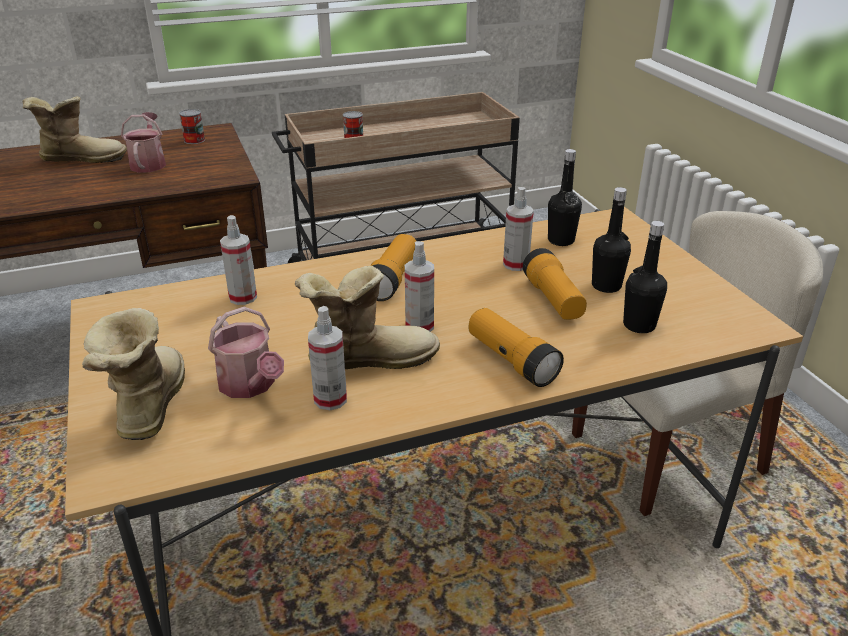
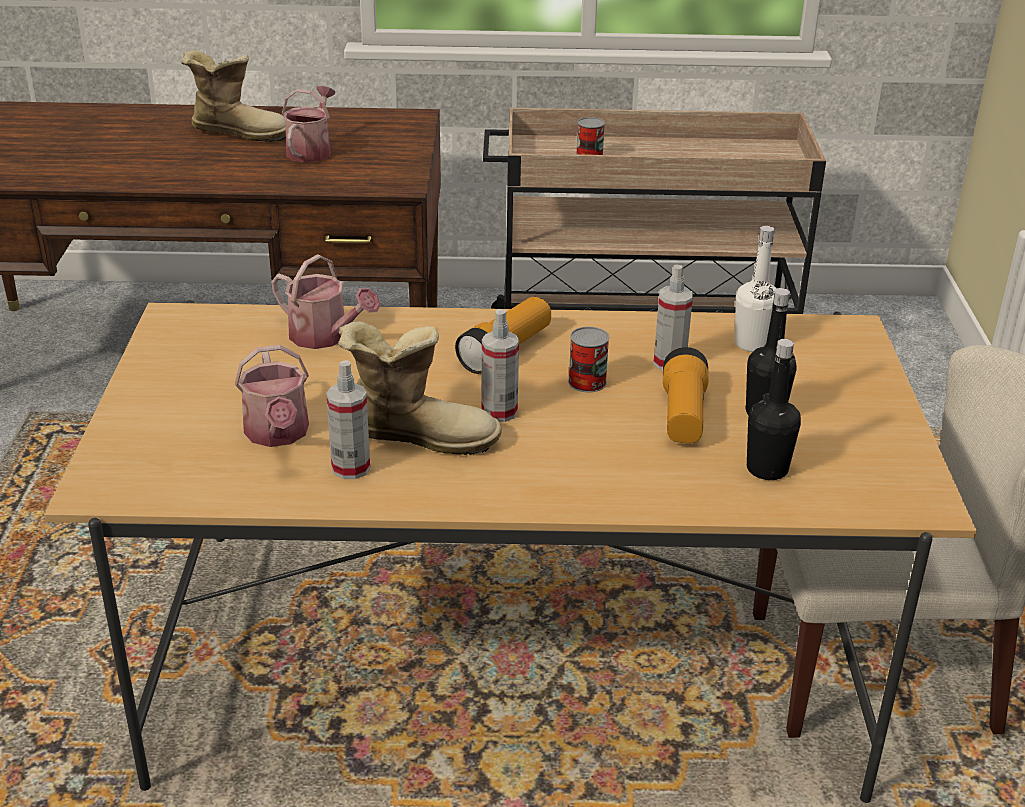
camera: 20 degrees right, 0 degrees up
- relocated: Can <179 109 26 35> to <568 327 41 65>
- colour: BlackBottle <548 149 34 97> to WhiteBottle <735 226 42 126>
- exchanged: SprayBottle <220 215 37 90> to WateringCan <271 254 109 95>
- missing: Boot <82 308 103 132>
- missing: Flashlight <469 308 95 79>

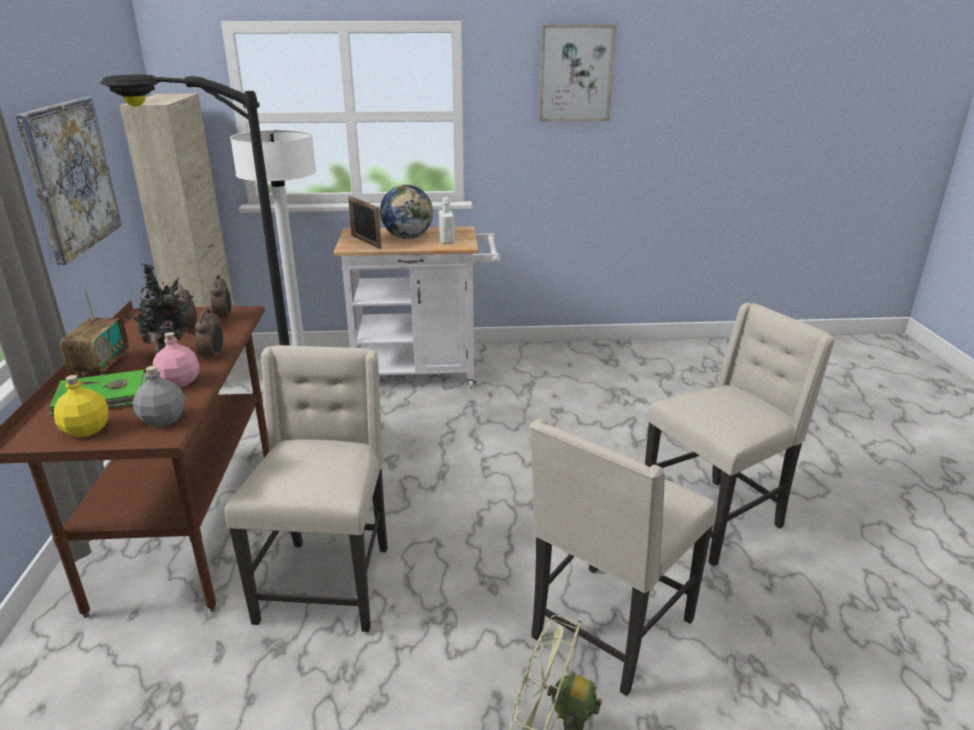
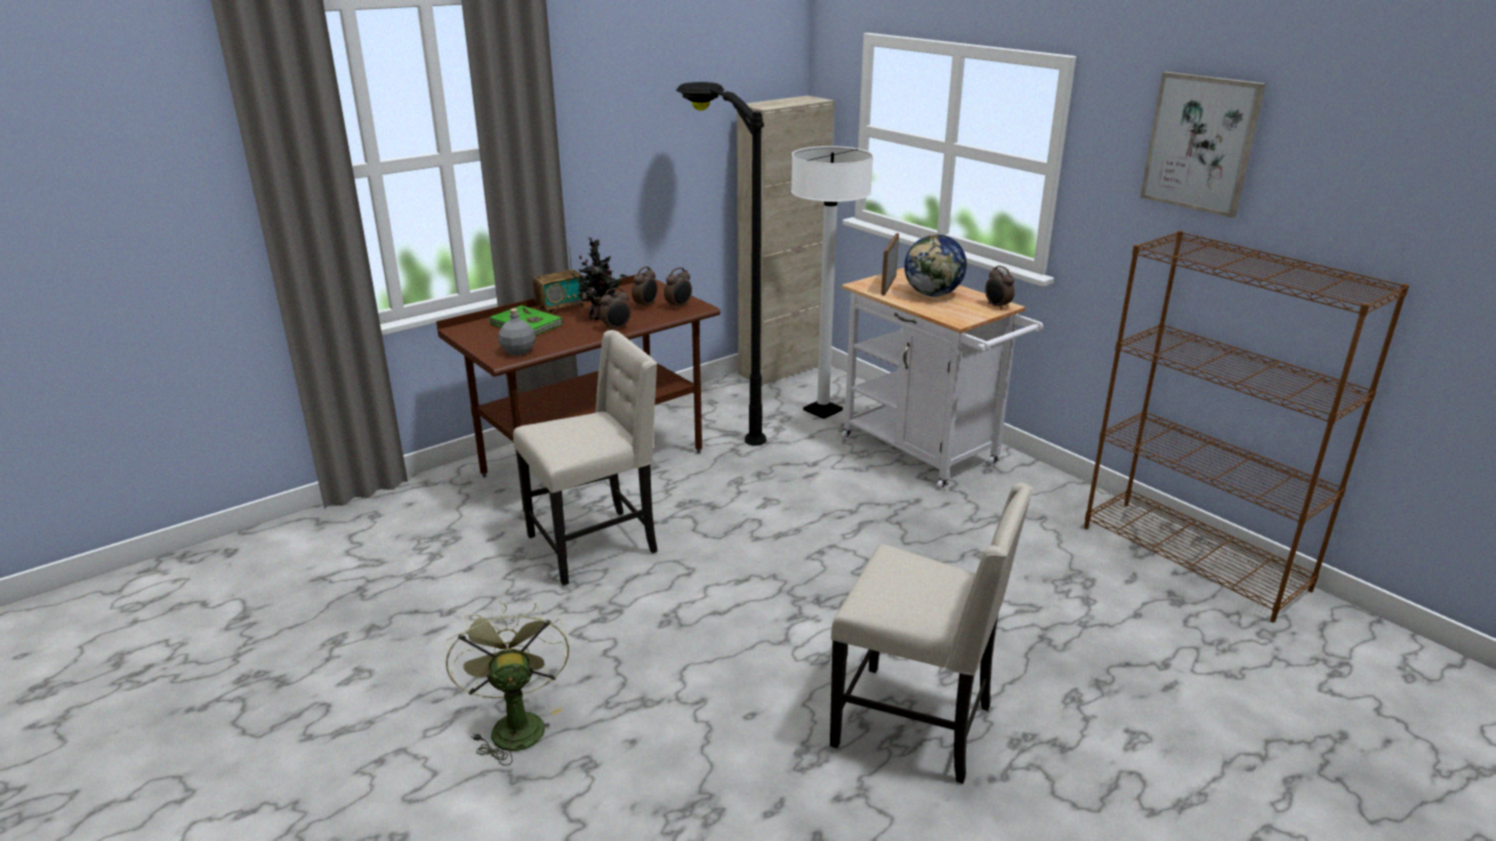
camera: 55 degrees right, 0 degrees up
- missing: Picture <15 97 107 168>
- missing: WhiteBottle <438 197 17 47>
- missing: PinkBottle <153 332 47 56>
- missing: YellowBottle <54 375 54 63>
- missing: BeigeChair <530 419 187 277>
- appeared: BrownBookcase <1084 231 325 391>
- appeared: AlarmClock <985 266 30 44>

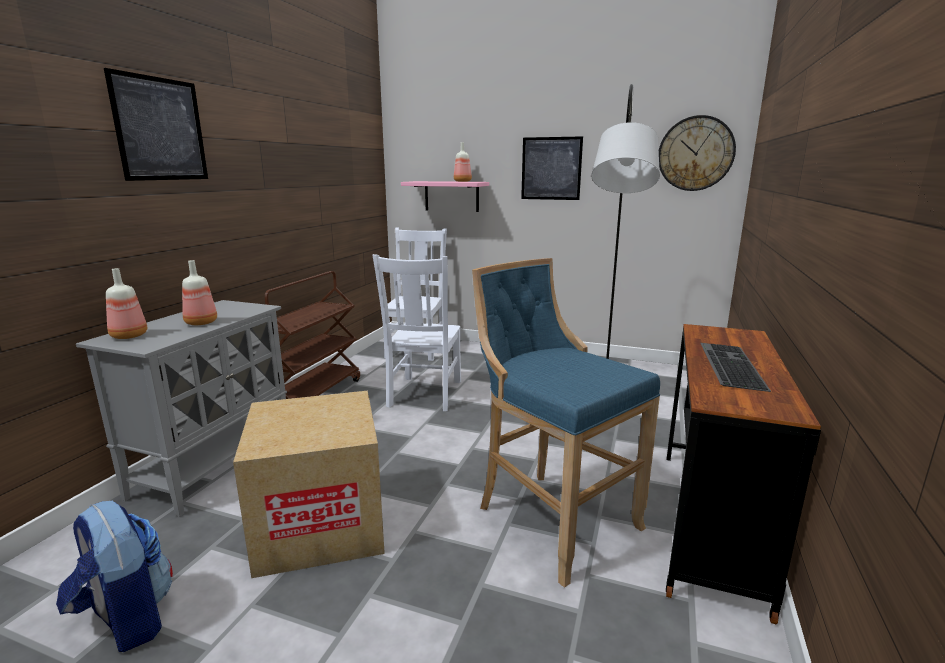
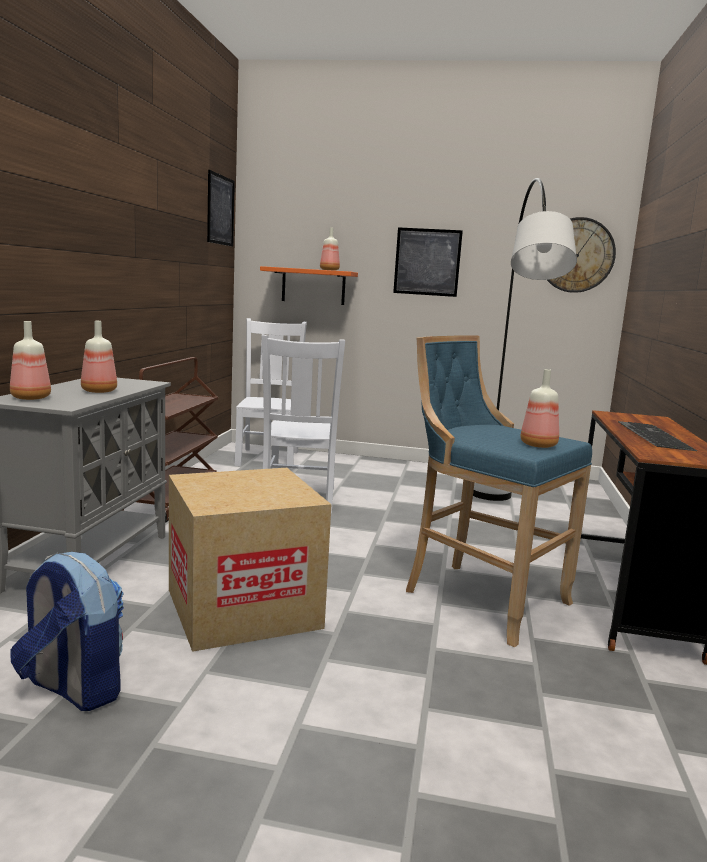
camera: 10 degrees left, 5 degrees down
- relocated: Picture <104 68 104 113> to <207 170 28 77>
- colour: PinkShelf <401 181 88 31> to OrangeShelf <260 266 98 39>
- appeared: Bottle <520 369 39 79>

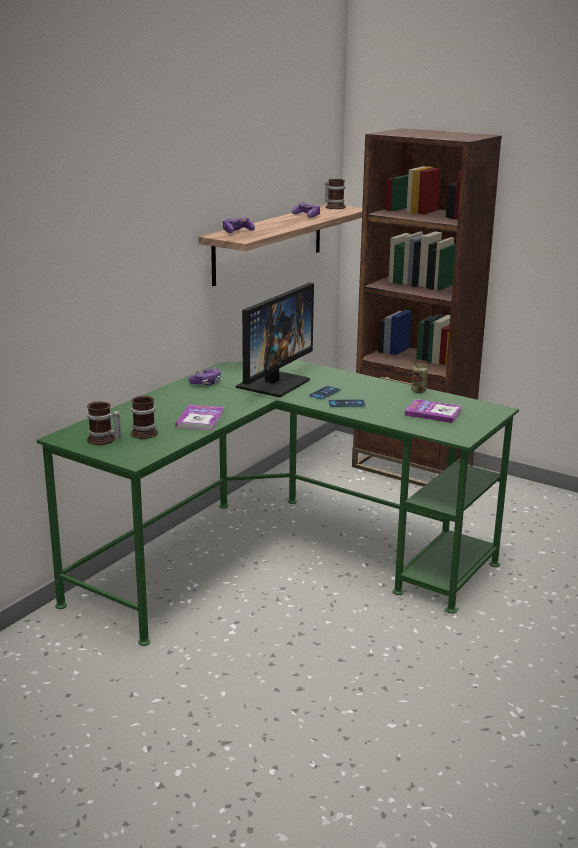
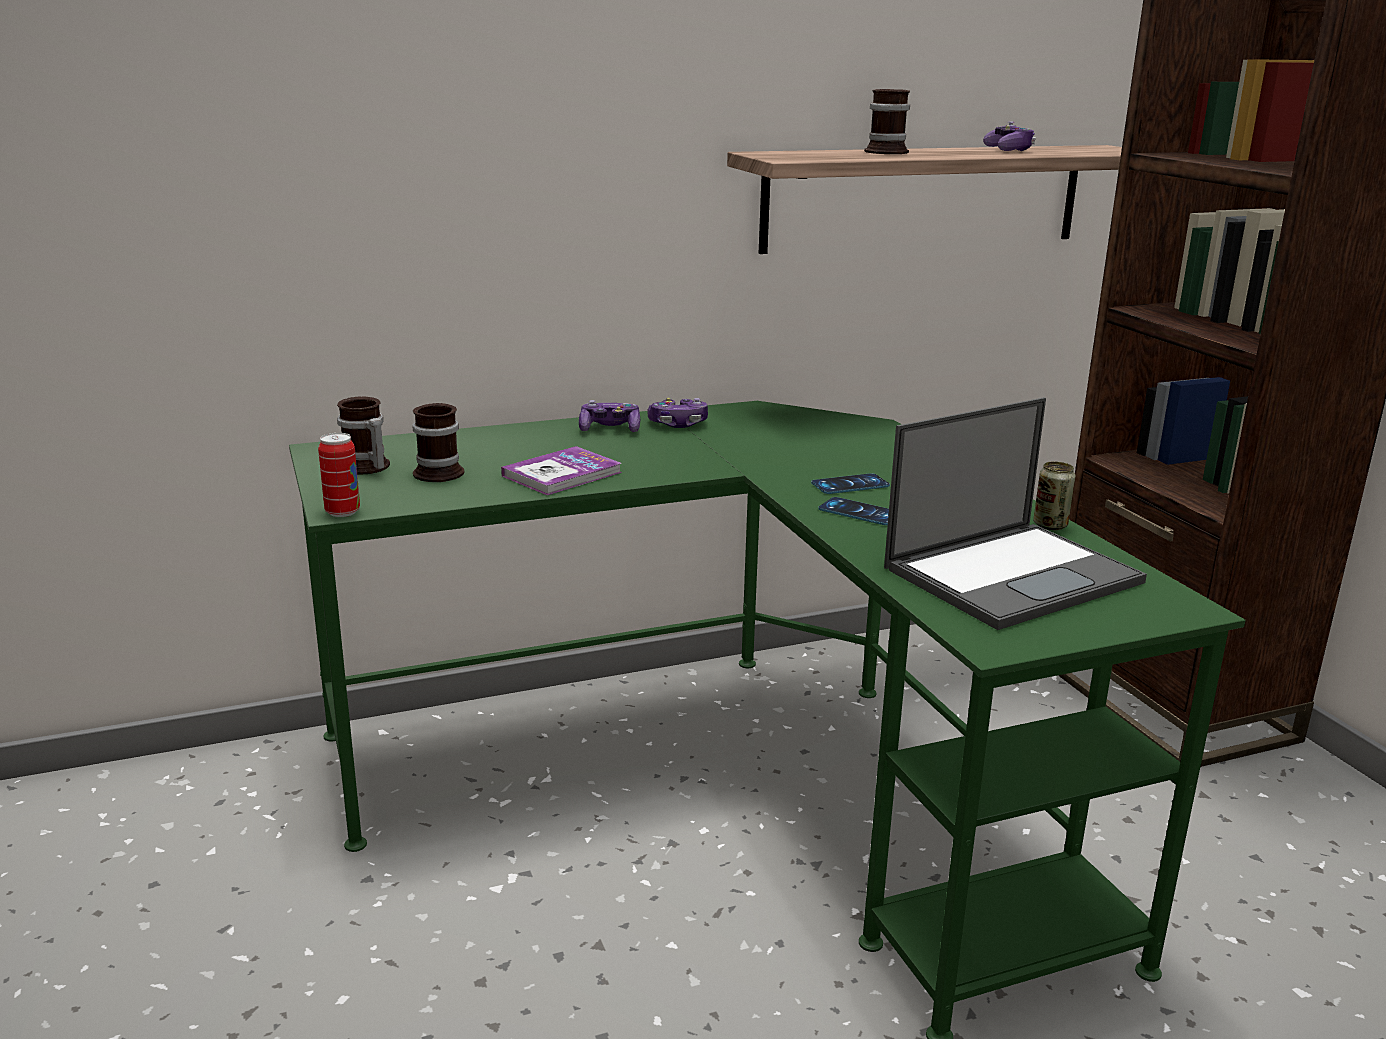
camera: 35 degrees right, 0 degrees up
- relocated: Mug <325 179 21 30> to <864 89 46 65>
- relocated: GameController <223 218 32 15> to <579 400 61 32>
- missing: Monitor <236 283 78 114>
- exchanged: Book <405 399 57 24> to Laptop <884 397 263 233>
- appeared: Can <318 433 42 84>

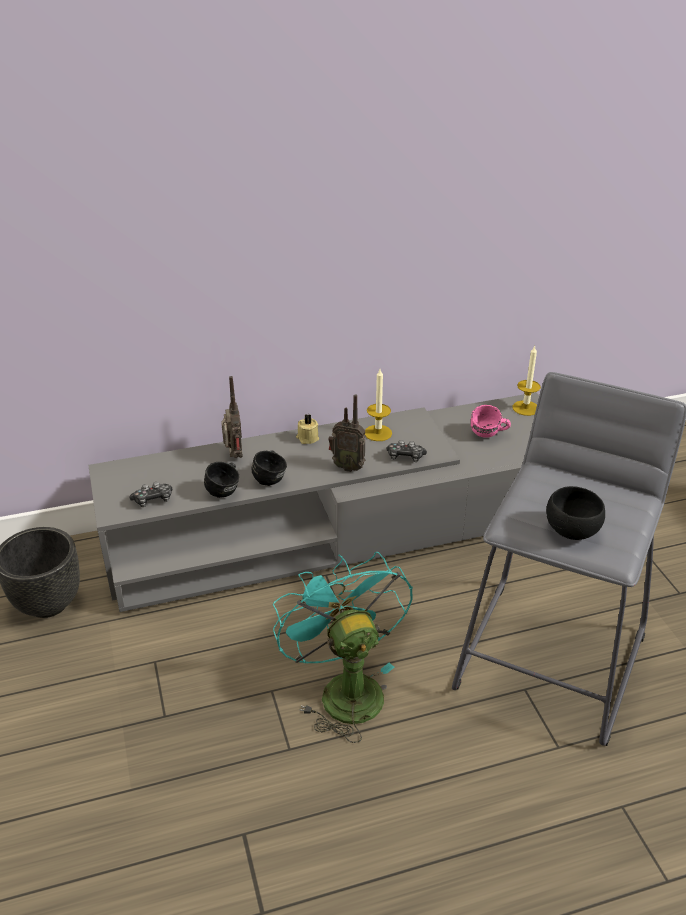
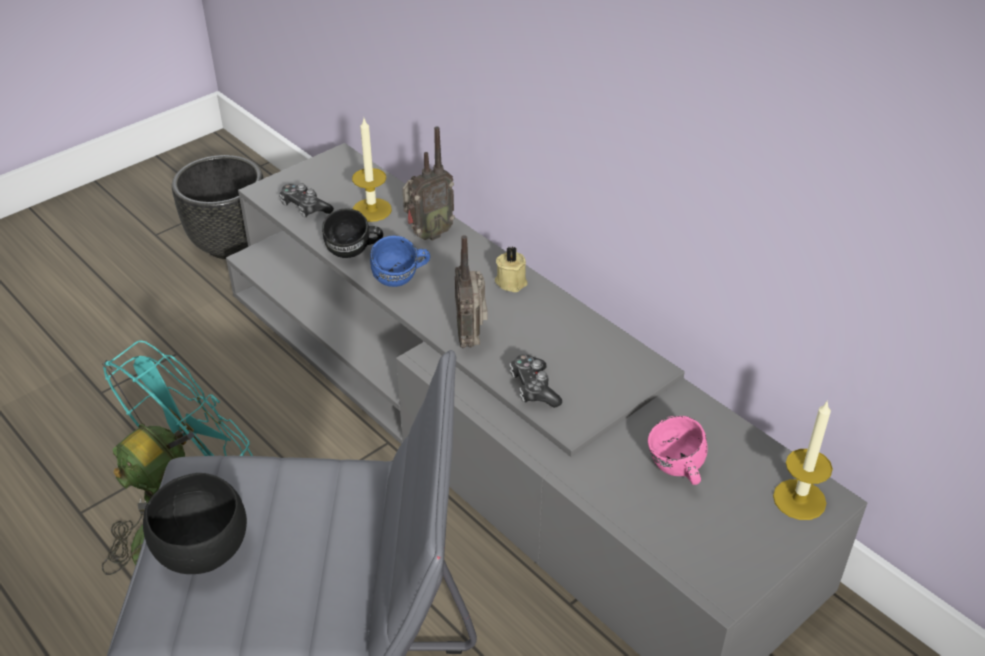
camera: 65 degrees right, 5 degrees up
- relocated: Candle <365 369 27 72> to <352 119 40 103>
- colour: BlackMug <252 450 35 36> to BlueMug <370 236 60 51>

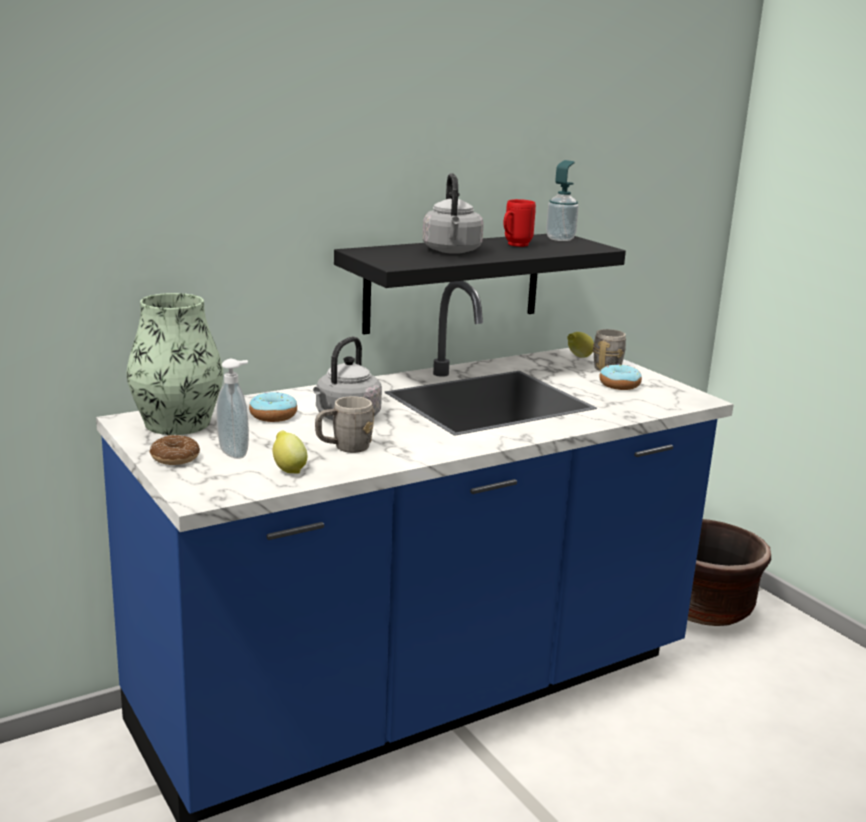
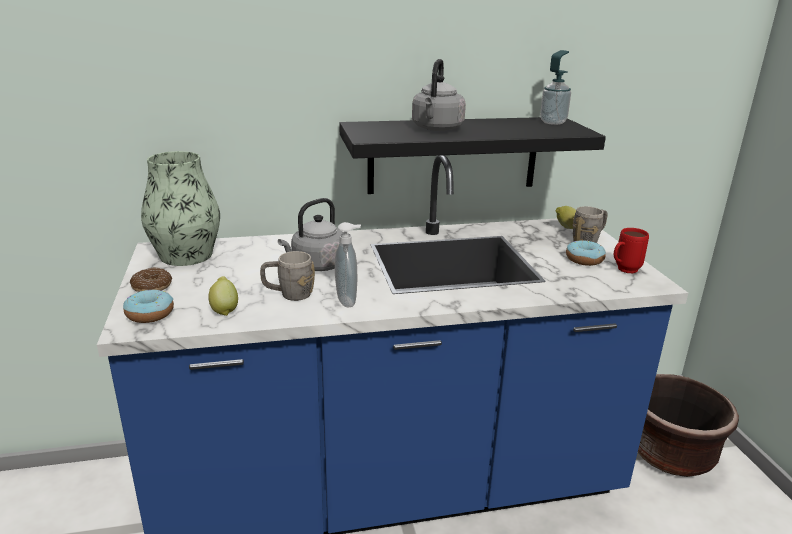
camera: 20 degrees right, 5 degrees up
- relocated: RedMug <503 199 33 48> to <614 228 35 45>
- relocated: SoapDispenser <216 359 33 100> to <335 222 26 85>
- relocated: Donut <249 392 48 30> to <123 290 51 33>

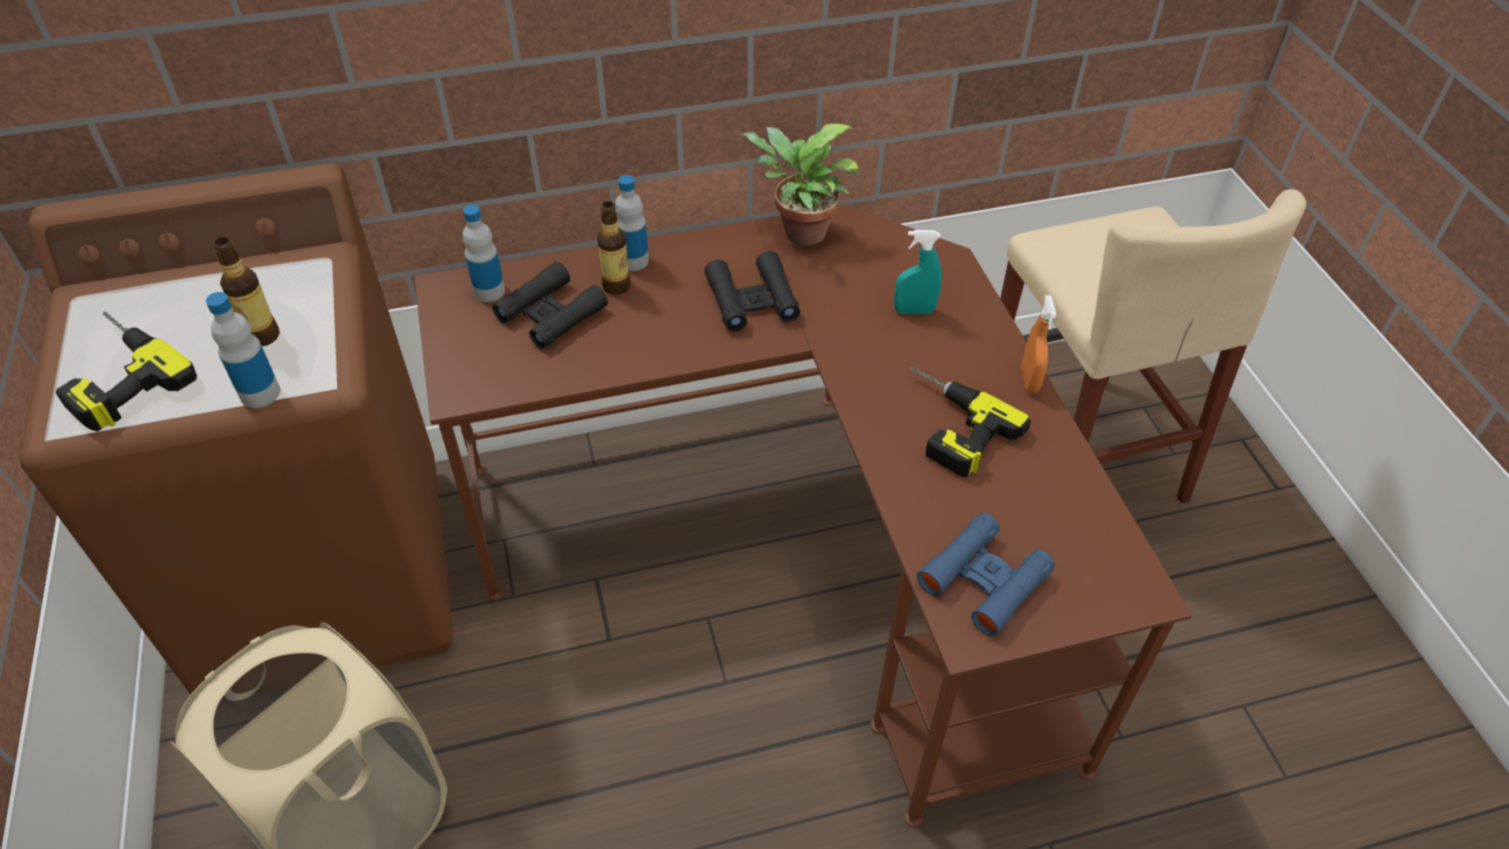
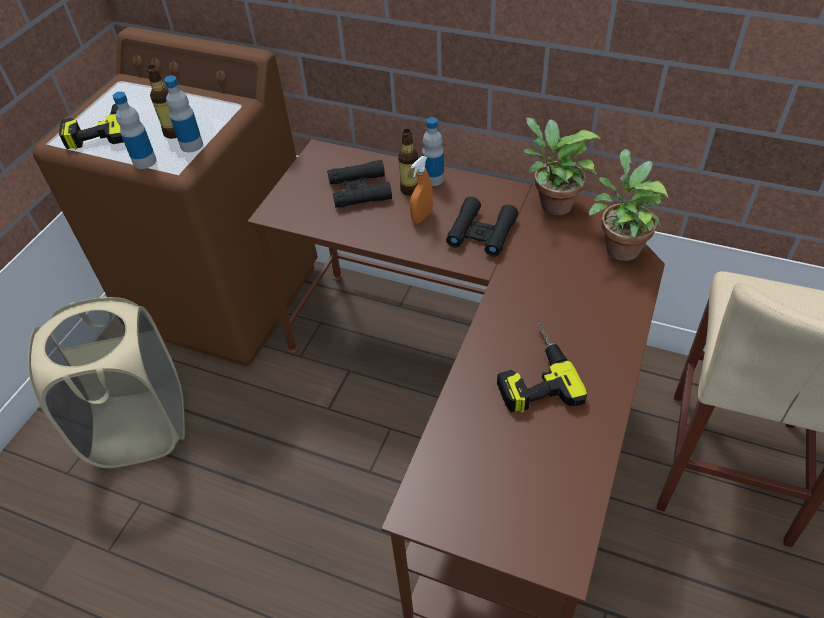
camera: 40 degrees right, 0 degrees up
- relocated: Bottle <463 205 42 97> to <164 75 39 77>
- missing: TurquoiseSprayBottle <894 230 48 84>
- relocated: OrangeSprayBottle <1021 295 35 99> to <410 156 23 68>
- missing: BlueBinoculars <917 513 138 123>
- appeared: PottedPlant <589 149 79 112>

